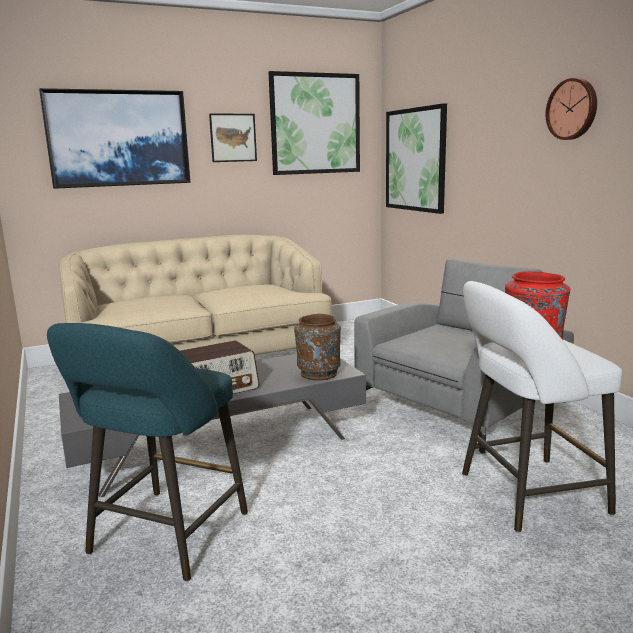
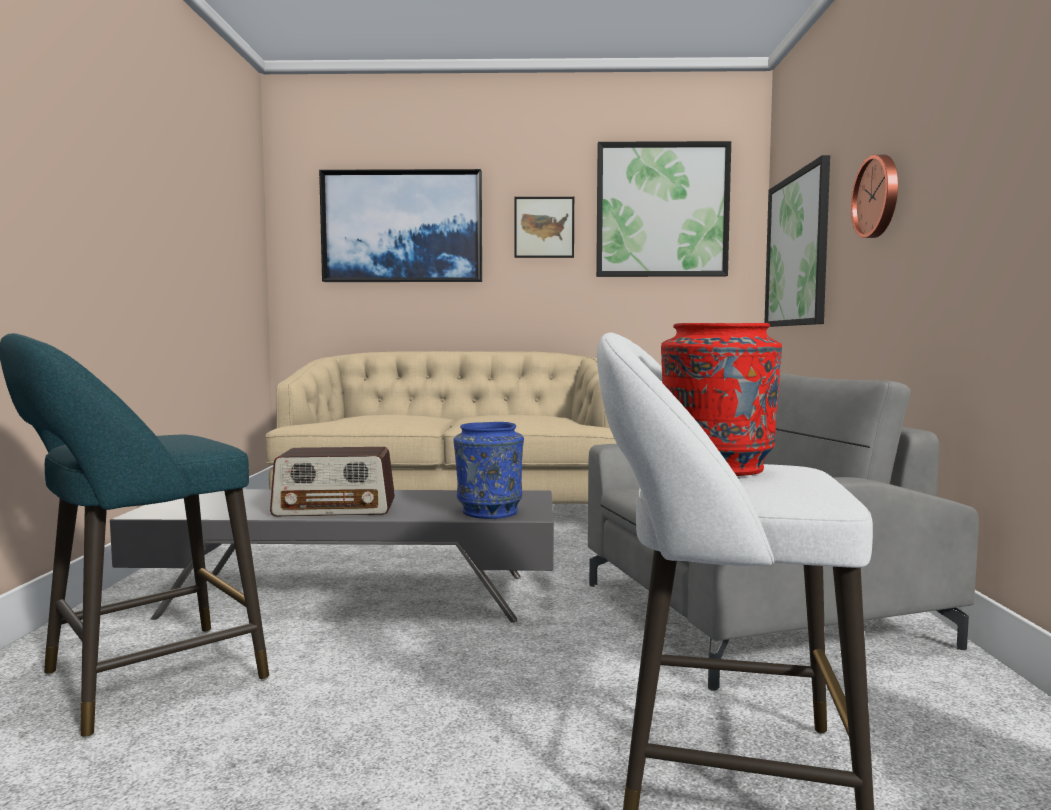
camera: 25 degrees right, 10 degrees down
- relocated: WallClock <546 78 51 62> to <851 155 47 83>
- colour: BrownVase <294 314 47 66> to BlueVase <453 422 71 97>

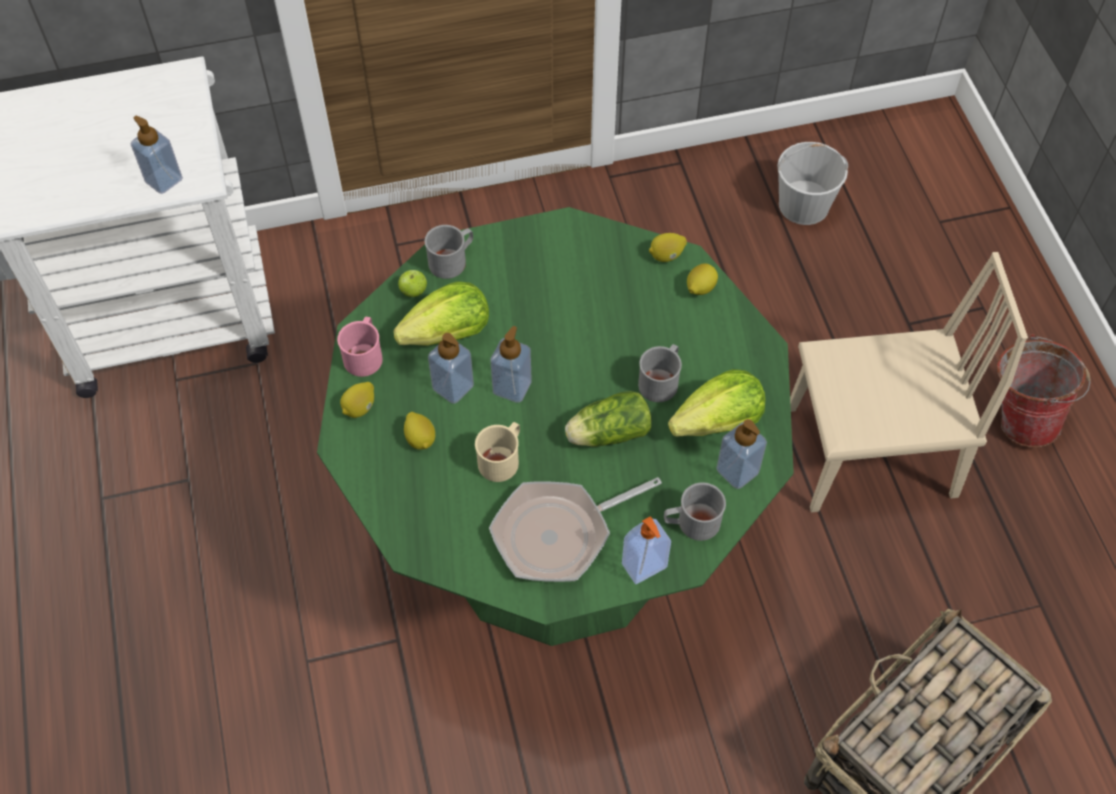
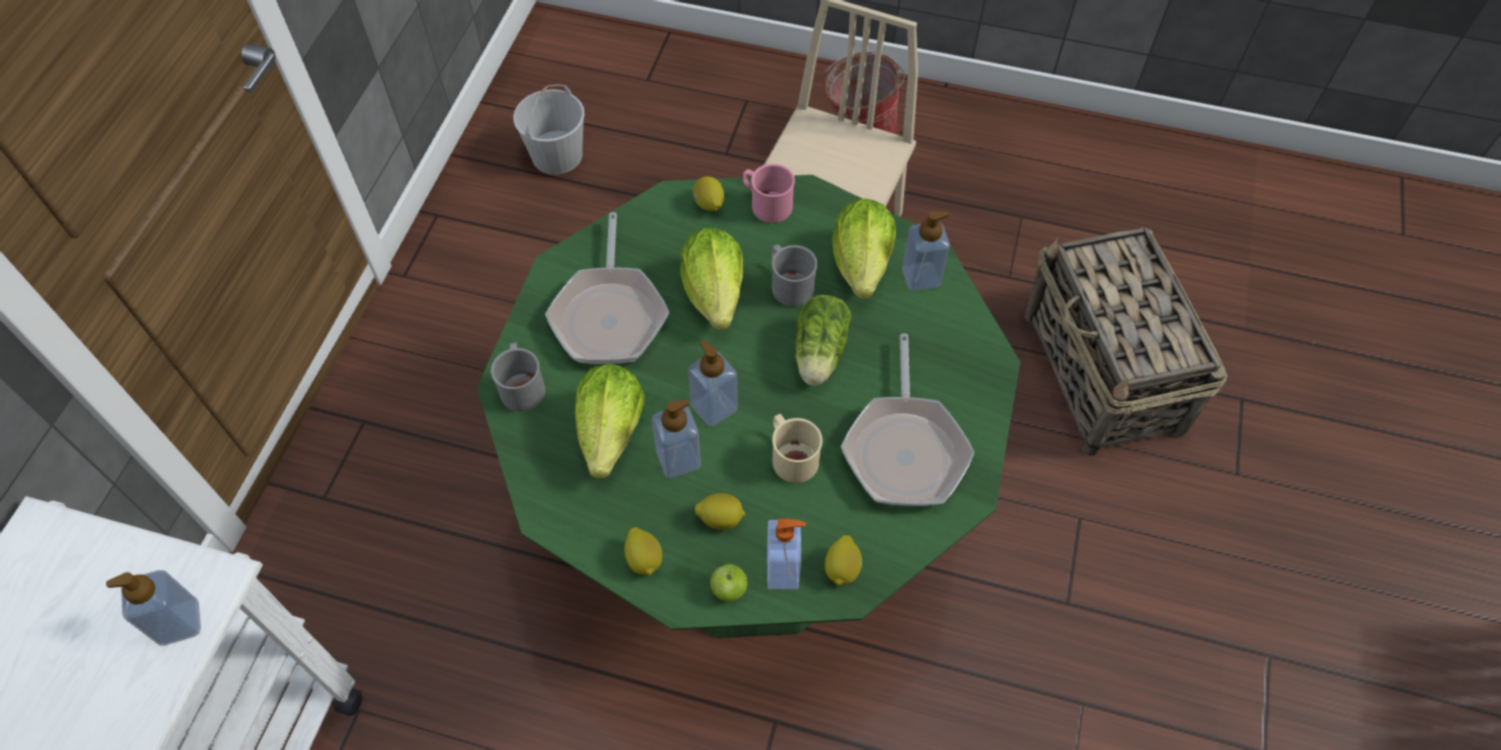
camera: 60 degrees left, 0 degrees up
- relocated: Lemon <649 233 38 29> to <825 535 37 50>
- relocated: Apple <398 270 29 27> to <710 564 38 38>
- relocated: PinkMug <337 317 46 60> to <743 164 52 59>
- missing: GreyMug <664 482 62 59>
- relocated: SoapDispenser <622 516 49 68> to <767 519 39 70>
- appeared: FryingPan <545 212 124 152>
- appeared: Lettuce <680 228 63 102>

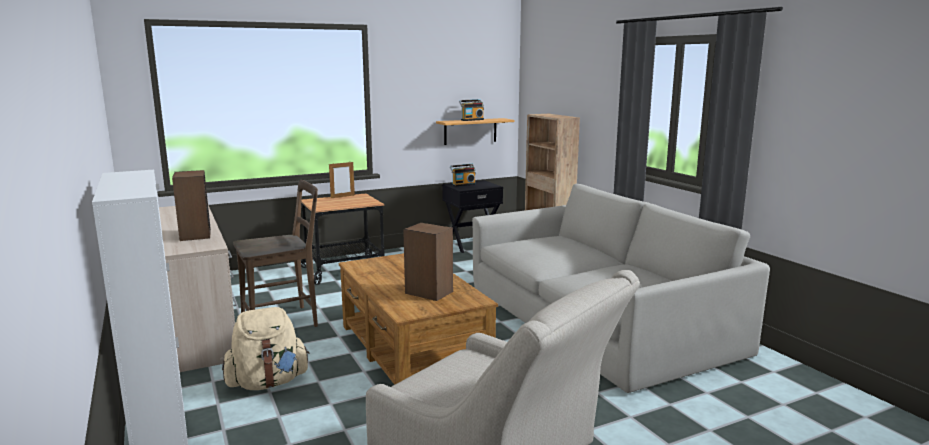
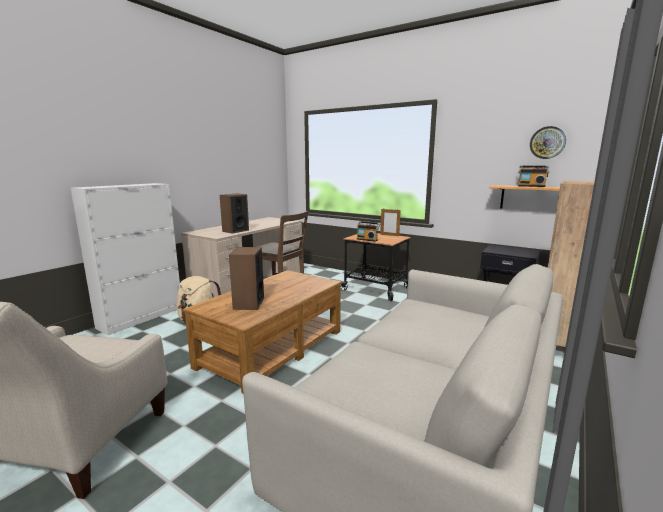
camera: 60 degrees right, 0 degrees up
- relocated: Radio <450 164 26 23> to <356 221 24 21>
- appeared: WallClock <530 126 36 33>

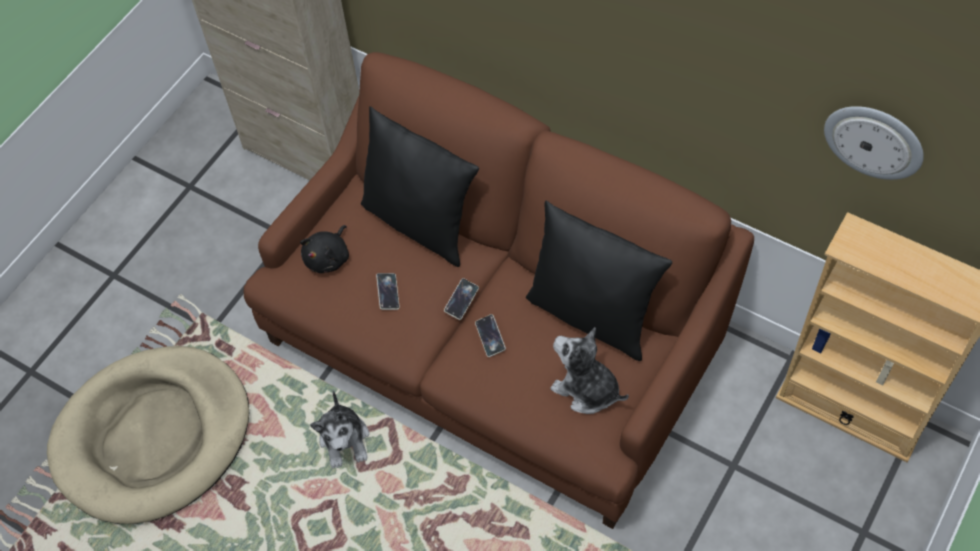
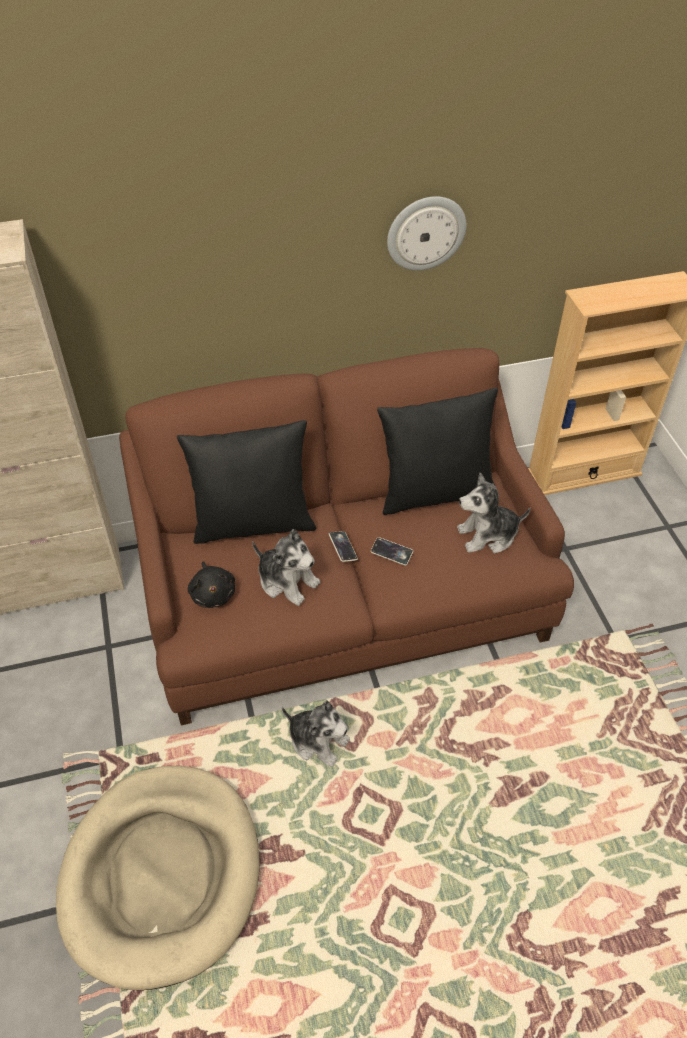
camera: 50 degrees left, 10 degrees down
- relocated: WallClock <824 106 100 74> to <387 196 79 75>
- exchanged: Phone <376 273 24 37> to PlushToy <252 529 69 77>

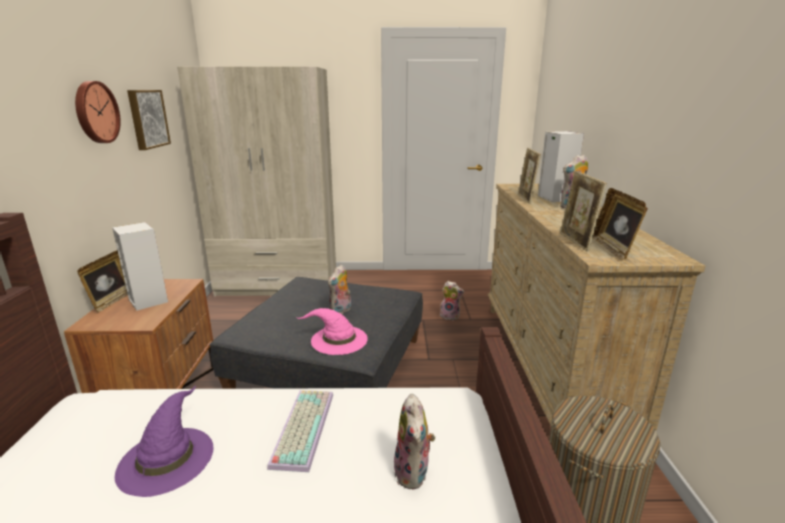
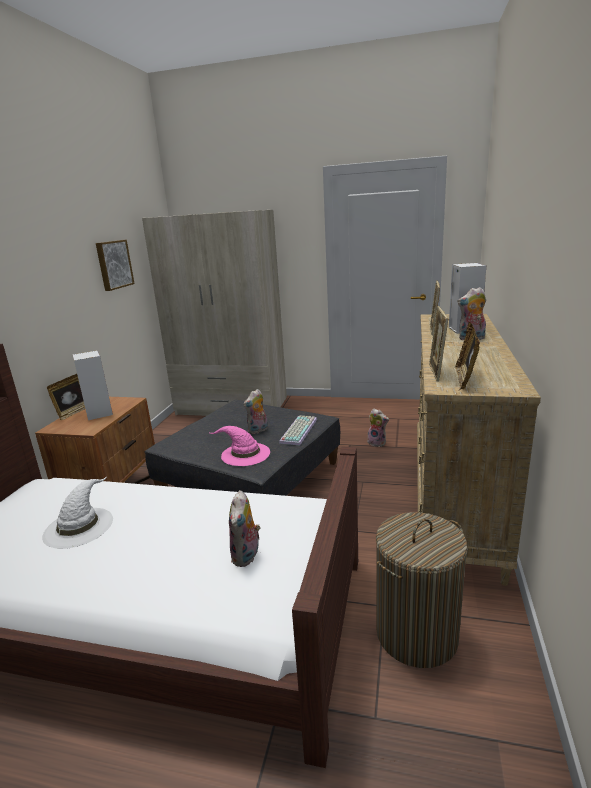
camera: 15 degrees right, 0 degrees up
- missing: WallClock <75 81 46 62>
- colour: PurpleHat <115 386 98 111> to WhiteHat <42 477 71 72>
- relocated: Keyboard <267 390 66 82> to <279 415 38 30>

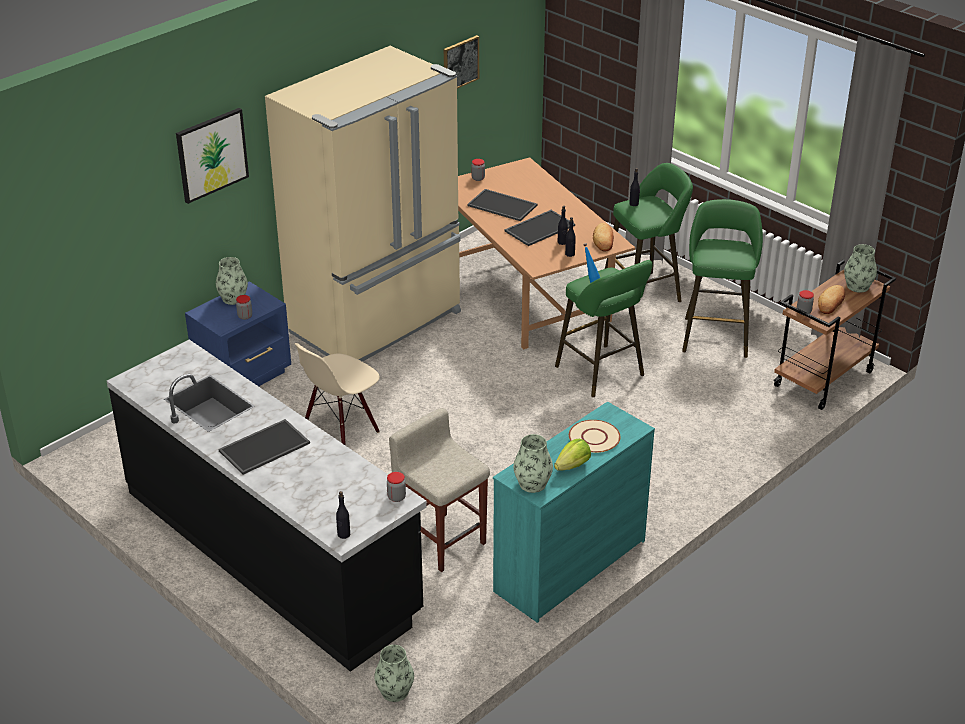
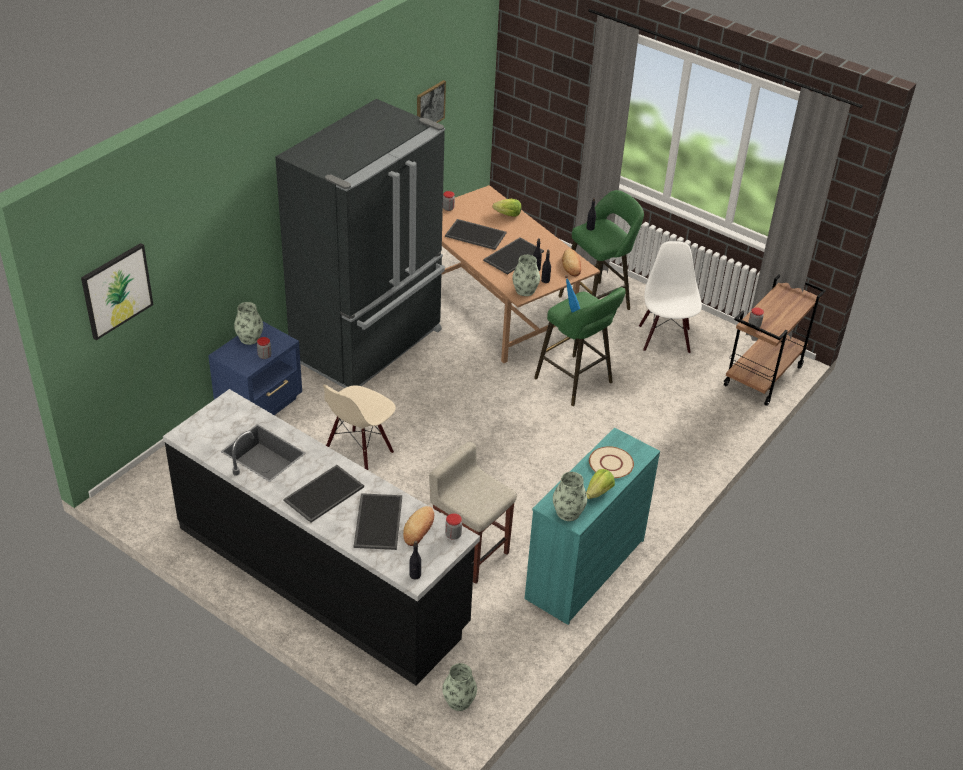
camera: 10 degrees left, 5 degrees up
- colour: BeigeFridge <265 46 196 316> to BlackFridge <275 99 170 289>
- relocated: Picture <176 108 73 96> to <81 243 73 97>
- exchanged: GreenStool <682 199 81 159> to WhiteChair <639 241 63 113>
- relocated: Vase <844 244 33 49> to <512 255 28 41>
- relocated: Bread <818 285 27 29> to <403 506 31 40>
- appeared: Lettuce <492 199 29 18>
- appeared: Tray <354 493 48 57>

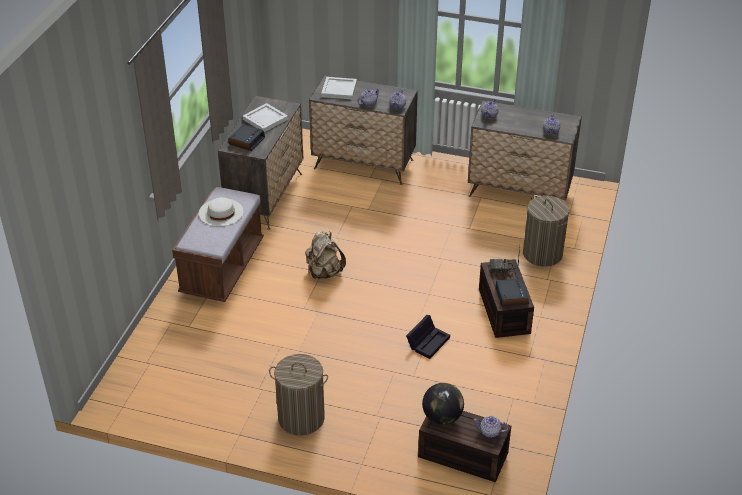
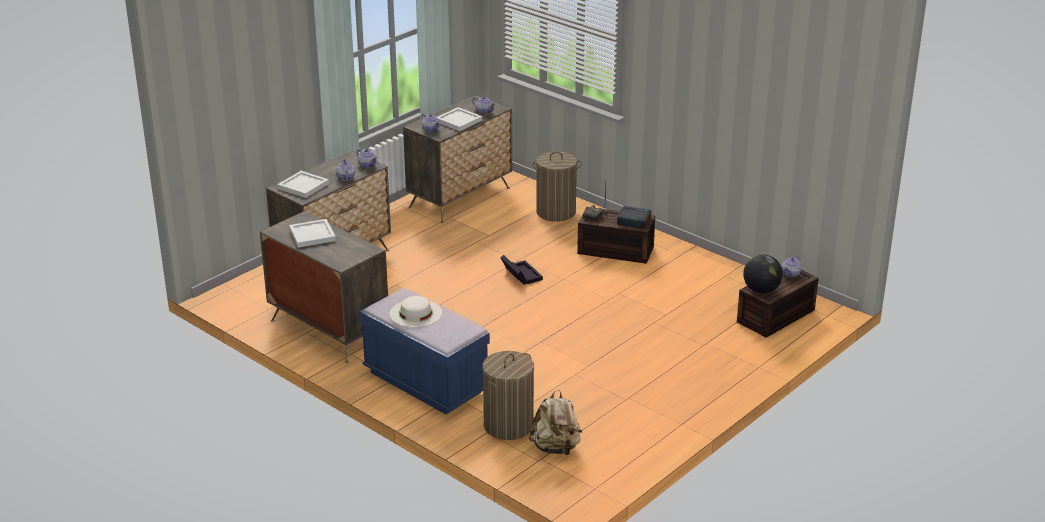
camera: 65 degrees left, 10 degrees down
- missing: AlarmClock <229 124 36 27>
- colour: BrownBench <172 186 92 116> to BlueBench <359 288 131 126>
- relocated: BeigeBackpack <305 231 41 48> to <528 390 54 66>
- relocated: BlackStorageBox <406 315 44 44> to <500 255 43 30>
- relocated: LaundryBasket <269 354 59 81> to <482 351 52 89>
- appeared: WhiteTray <437 107 45 24>

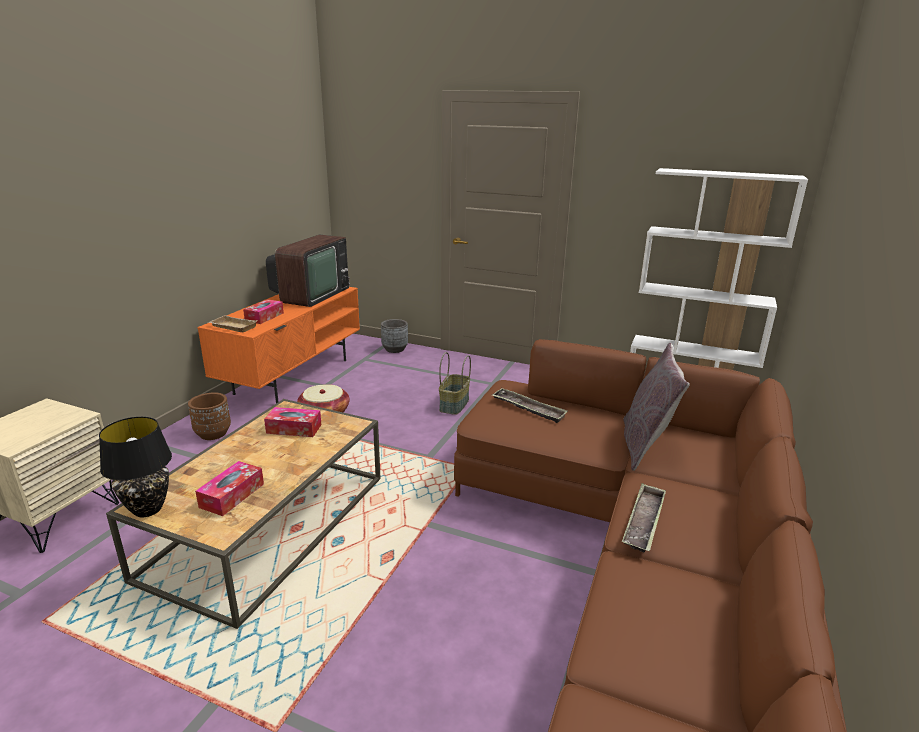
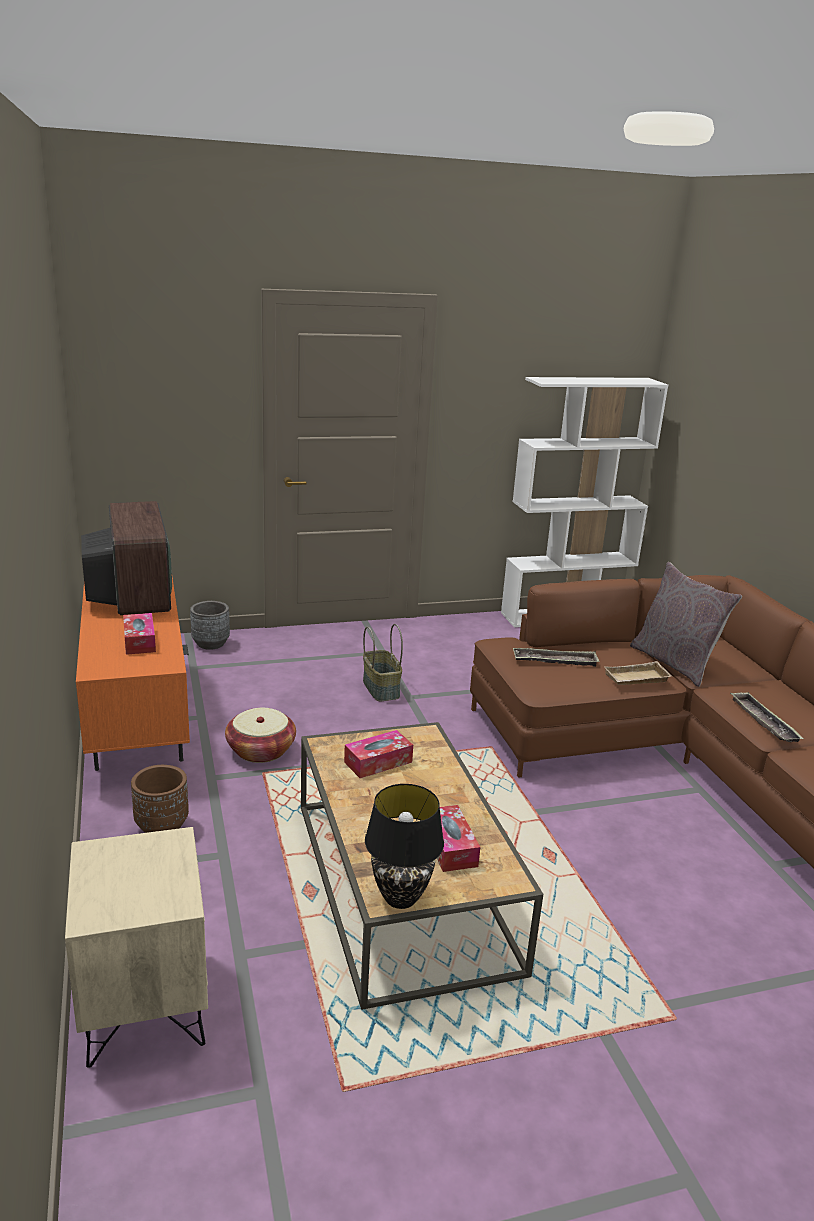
camera: 40 degrees left, 0 degrees up
- relocated: BeigeTray <208 315 50 17> to <604 661 68 24>

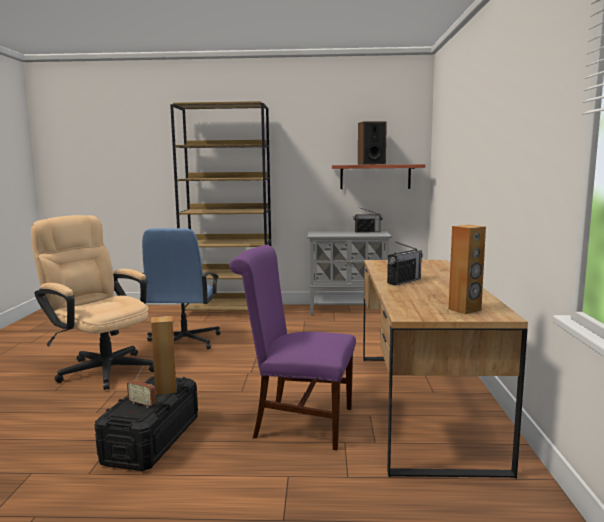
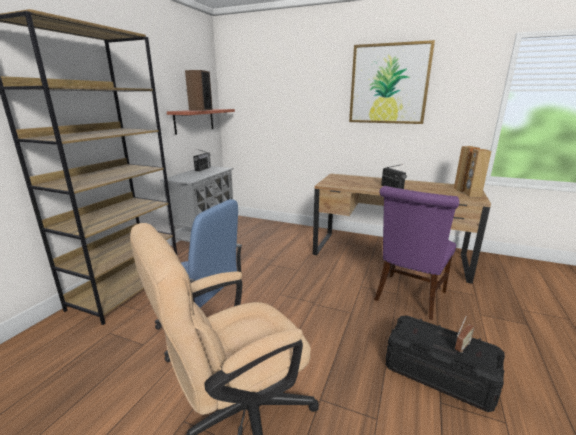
camera: 70 degrees left, 10 degrees up
- relocated: BrownSpeaker <151 316 26 79> to <464 149 27 48>
- appeared: Picture <349 40 86 84>

